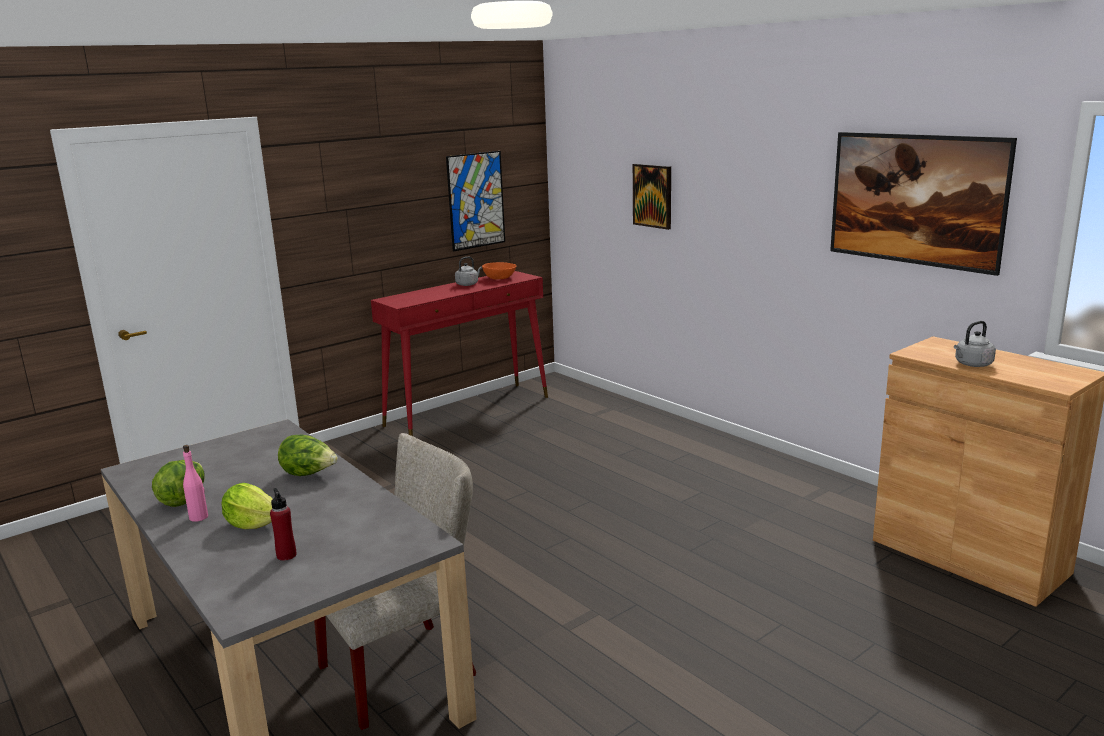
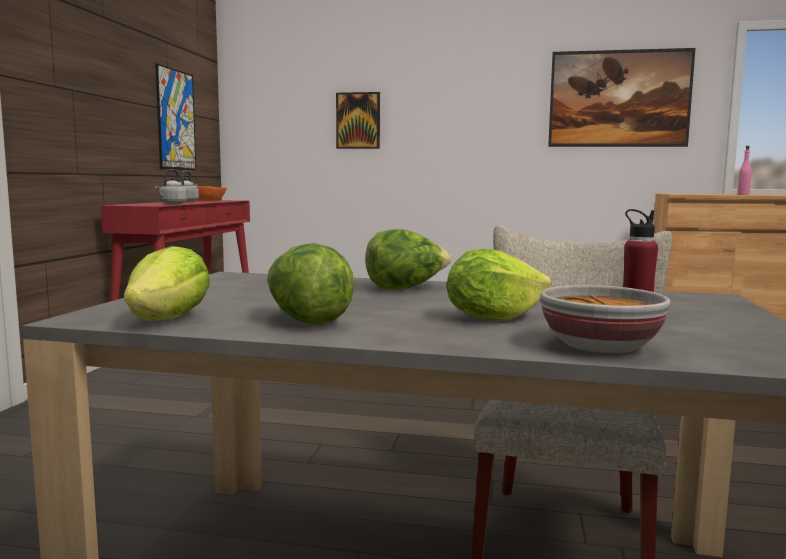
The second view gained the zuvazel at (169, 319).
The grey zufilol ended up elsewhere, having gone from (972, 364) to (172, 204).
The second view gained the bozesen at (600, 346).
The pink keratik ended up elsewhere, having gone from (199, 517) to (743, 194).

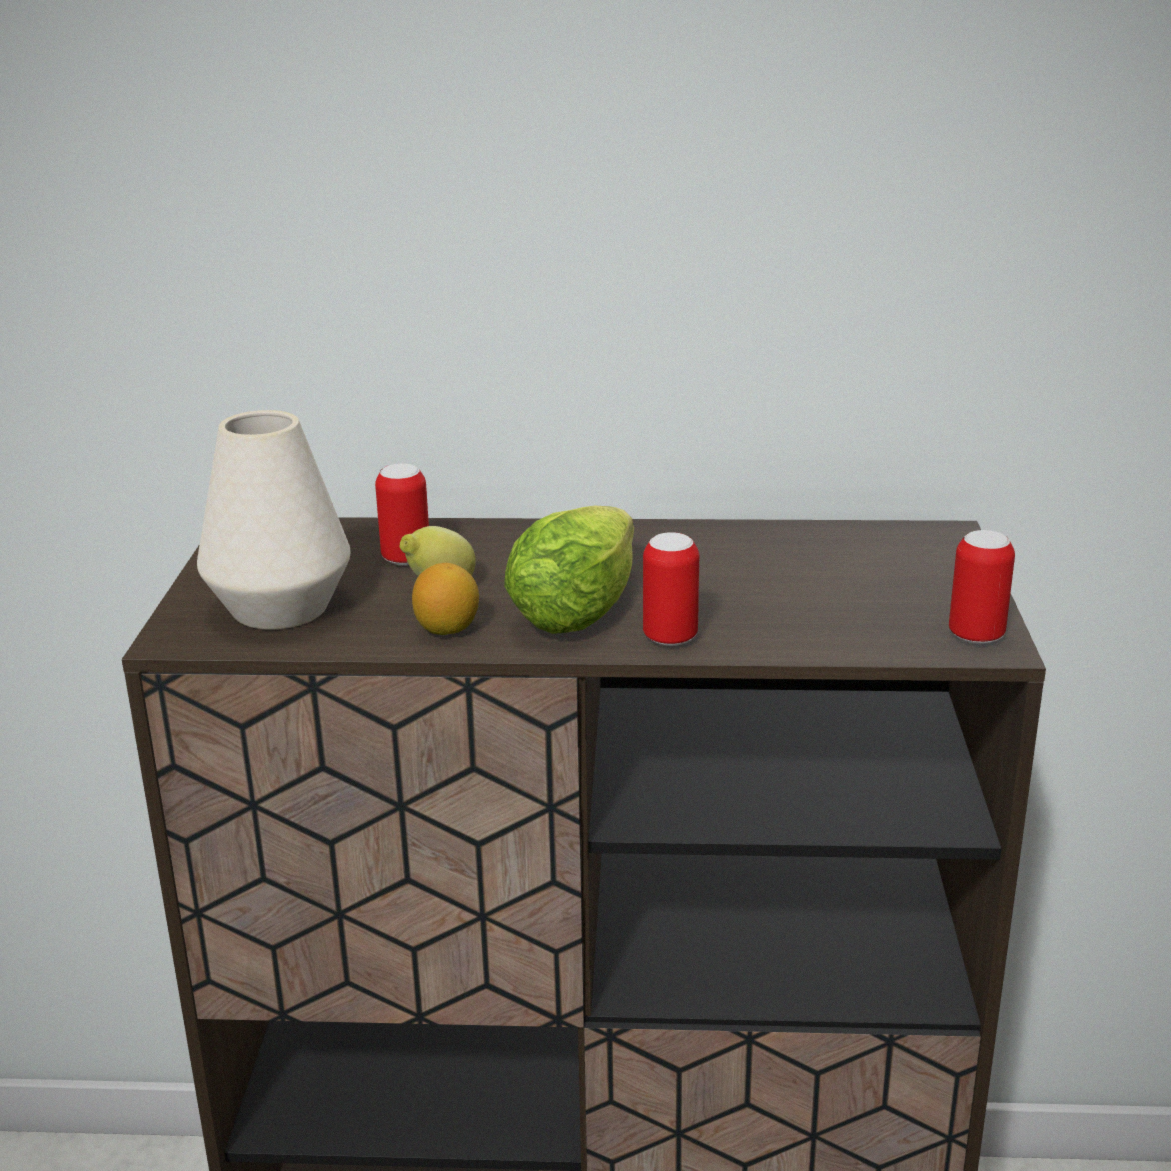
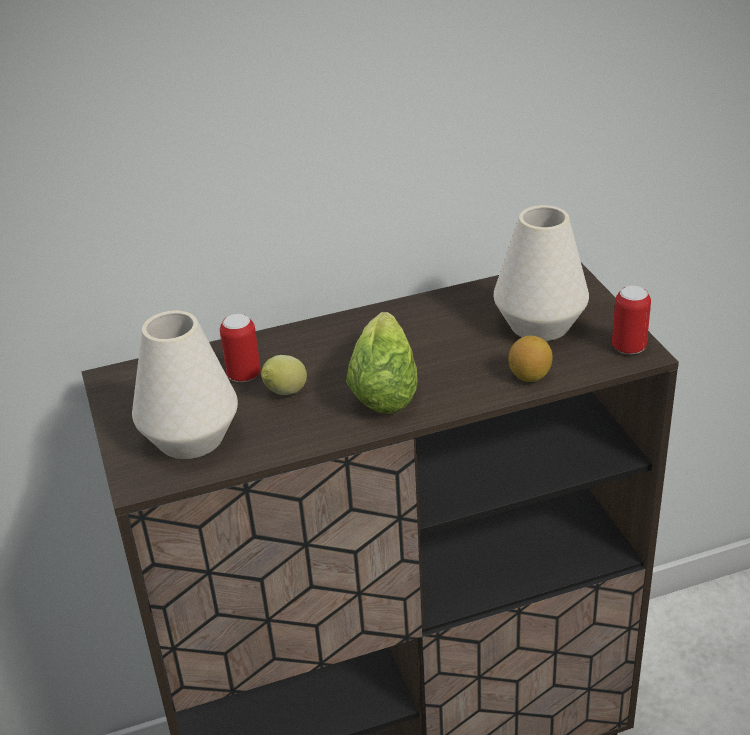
The second view gained the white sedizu at (540, 325).
The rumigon ended up elsewhere, having gone from (447, 629) to (529, 376).
The second view lost the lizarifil at (670, 638).

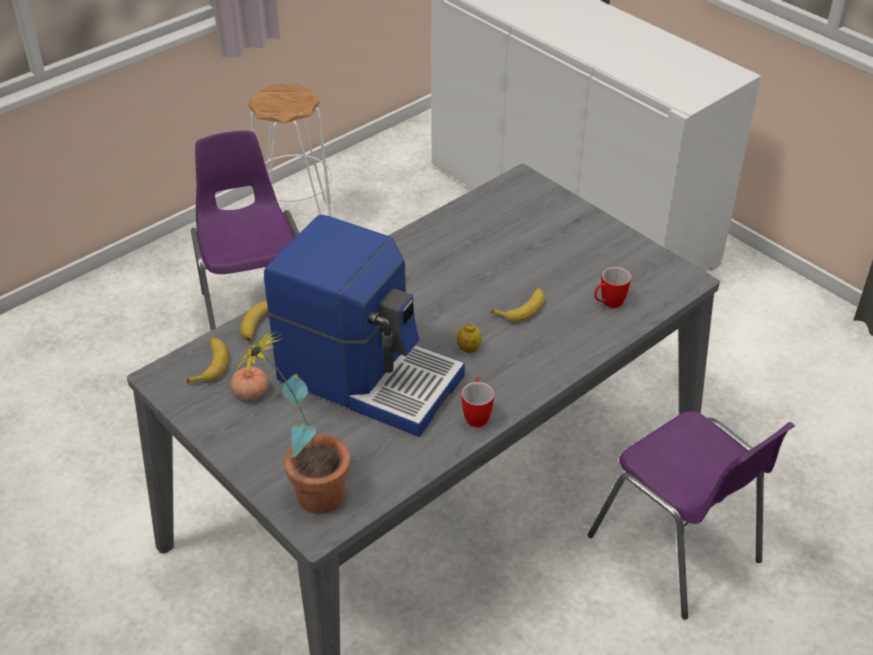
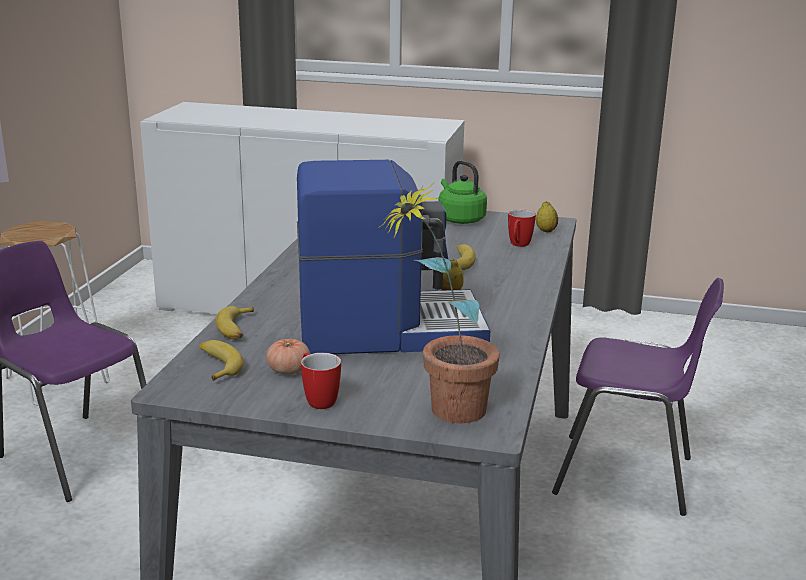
The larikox ended up elsewhere, having gone from (476, 415) to (317, 399).
The second view gained the green zufilol at (460, 219).
The second view gained the rumigon at (546, 231).

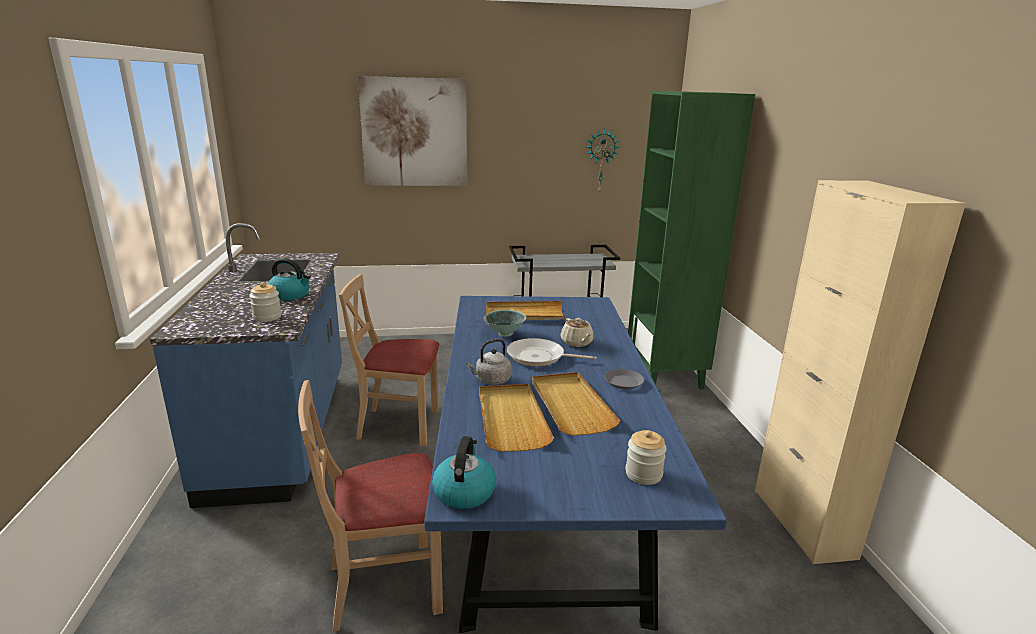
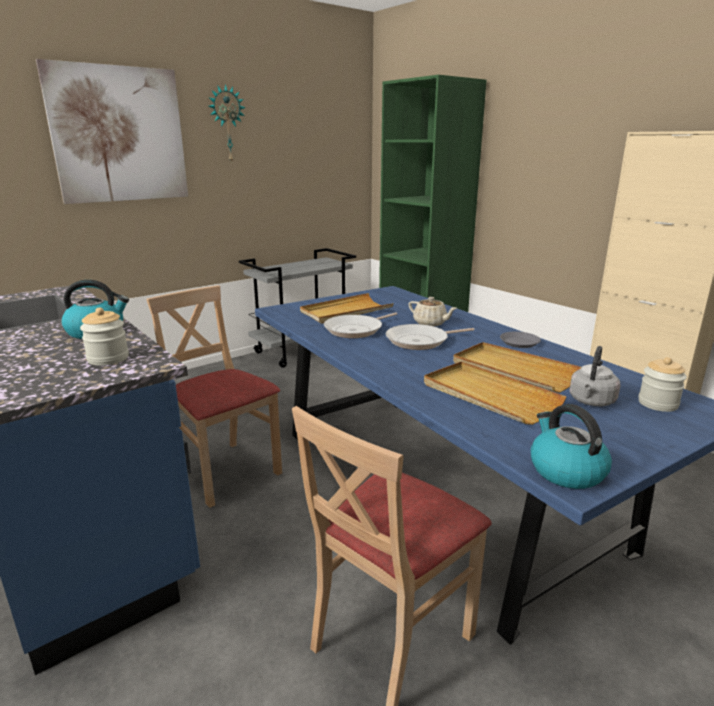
The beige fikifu at (399, 425) ended up facing another way, 75 degrees clockwise from before.
The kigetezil ended up elsewhere, having gone from (601, 161) to (227, 124).
Where the bozesen stood at (505, 333), the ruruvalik came to stand at (356, 330).
The grey zufilol ended up elsewhere, having gone from (491, 380) to (591, 401).

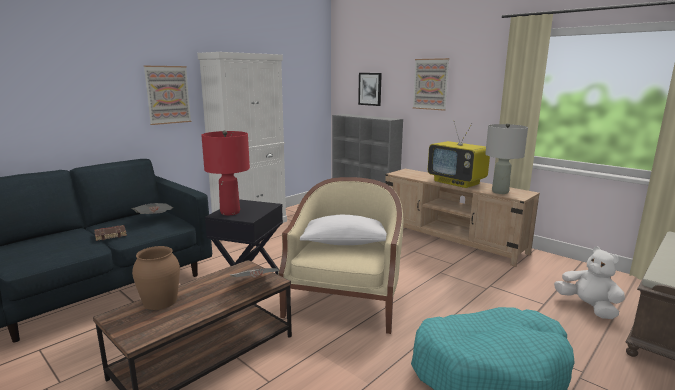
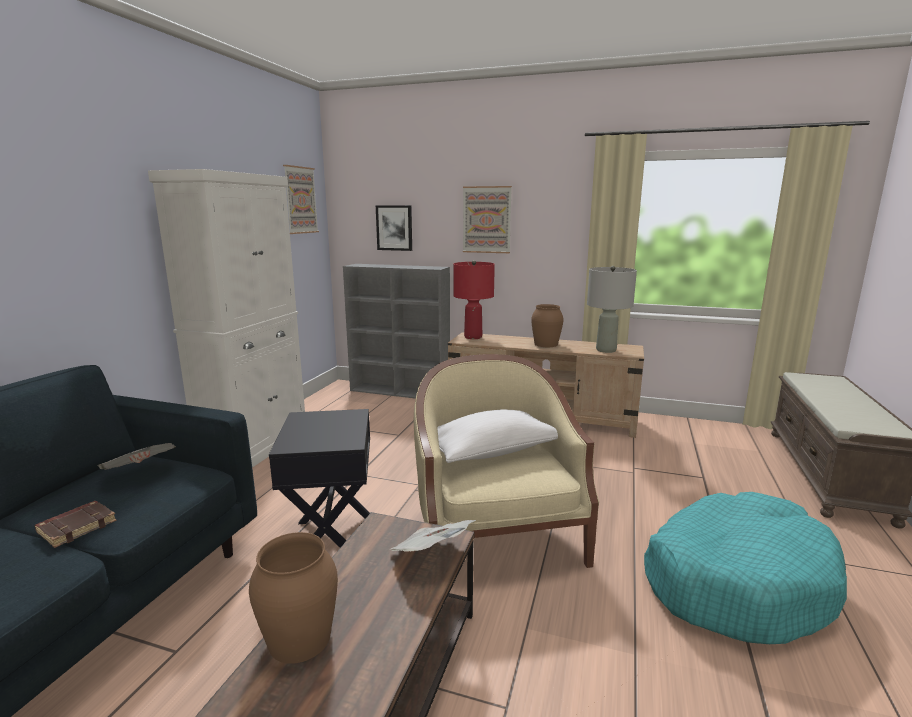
The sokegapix ended up elsewhere, having gone from (168, 95) to (300, 200).
The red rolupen ended up elsewhere, having gone from (230, 212) to (473, 337).
Where the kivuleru stood at (457, 182), the brown sedizu came to stand at (546, 344).
The second view lost the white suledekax at (588, 307).

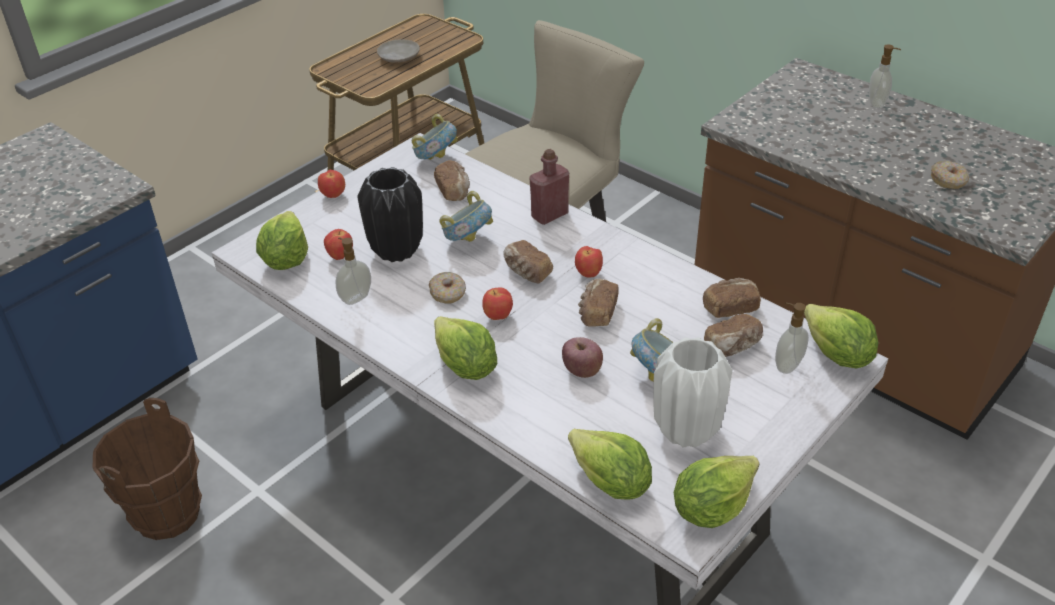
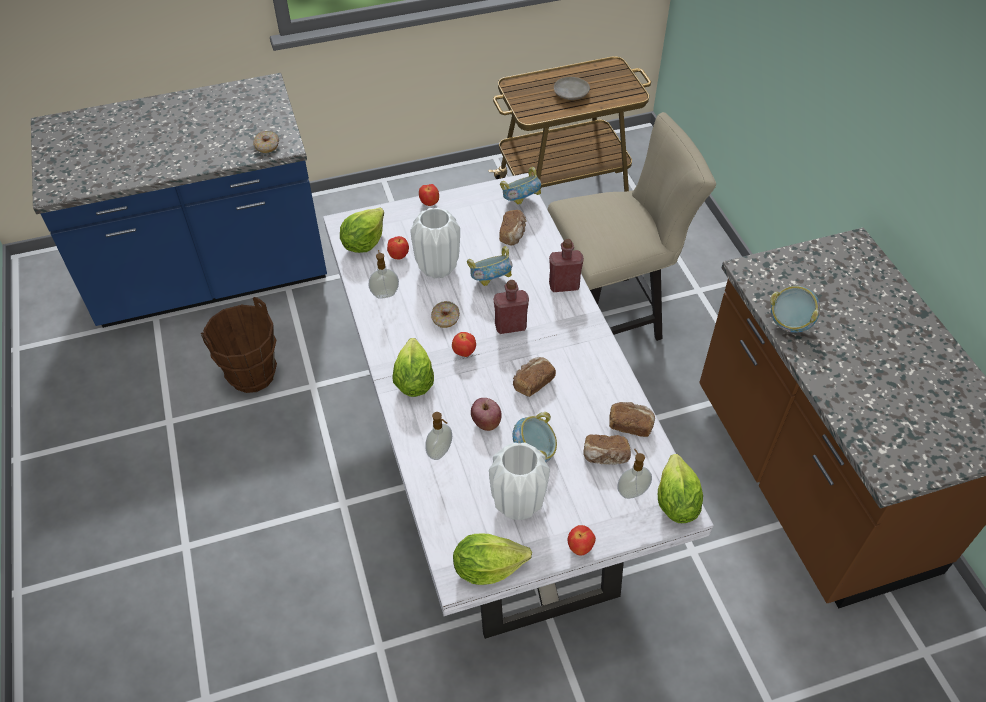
The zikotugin ended up elsewhere, having gone from (948, 180) to (267, 146).
What was the black sedizu at (397, 251) turned into the white sedizu at (437, 268).
The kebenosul ended up elsewhere, having gone from (877, 103) to (440, 452).
Where the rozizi stood at (526, 272), the red keratik came to stand at (510, 326).
The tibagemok ended up elsewhere, having gone from (589, 274) to (580, 548).
The second view gained the bozesen at (789, 323).
The second view lost the zuvazel at (610, 483).

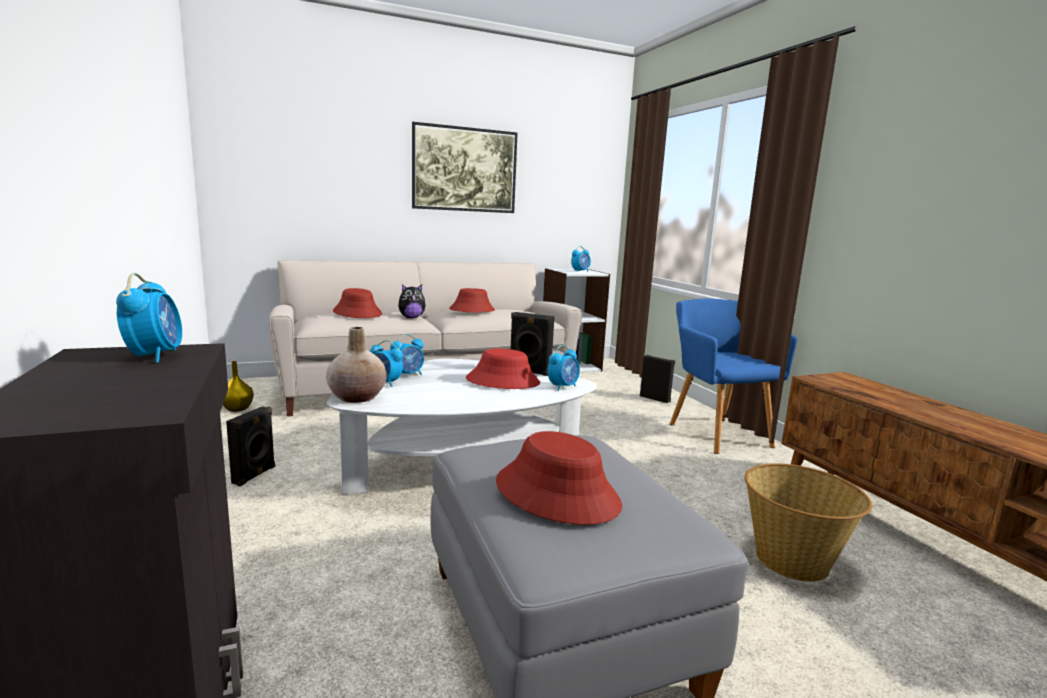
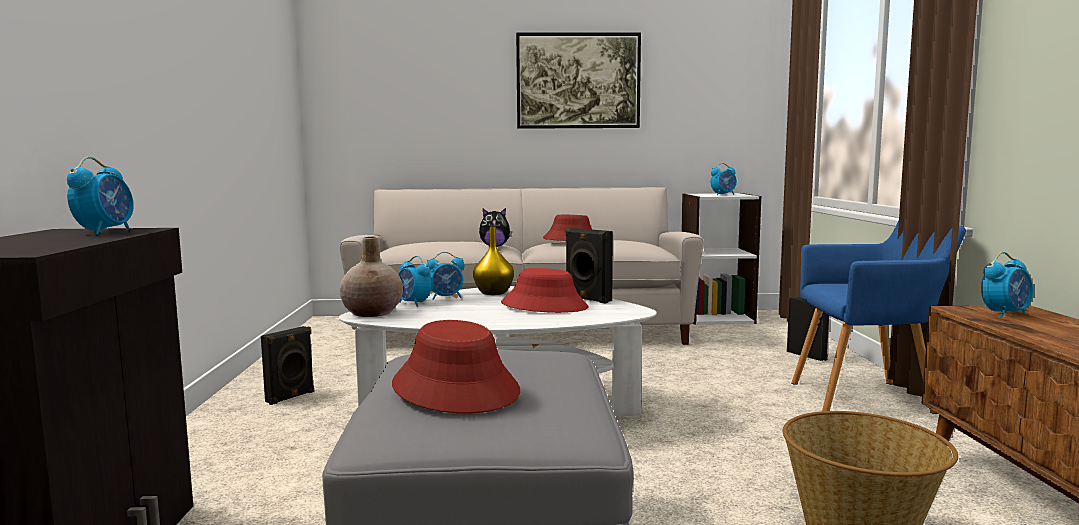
The yellow sedizu ended up elsewhere, having gone from (238, 409) to (494, 293).
The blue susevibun at (717, 433) ended up facing another way, 90 degrees clockwise from before.
The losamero ended up elsewhere, having gone from (563, 387) to (1005, 313).
The second view lost the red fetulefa at (357, 313).

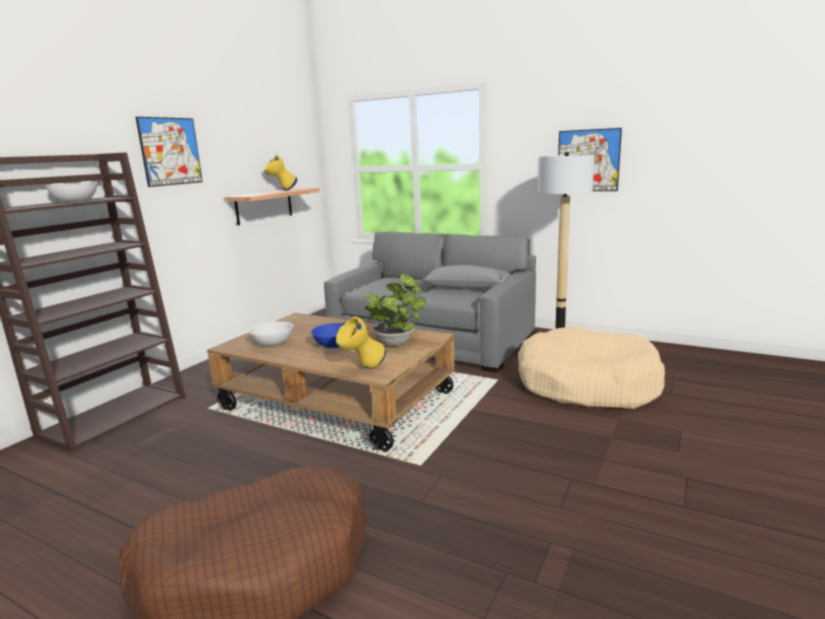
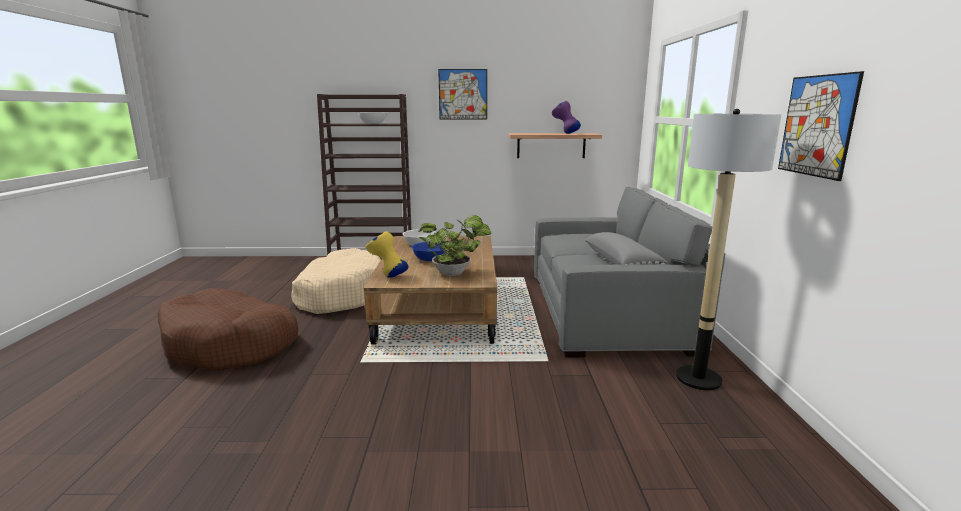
The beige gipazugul ended up elsewhere, having gone from (586, 384) to (340, 294).
What was the yellow sedizu at (282, 190) turned into the purple sedizu at (565, 133).

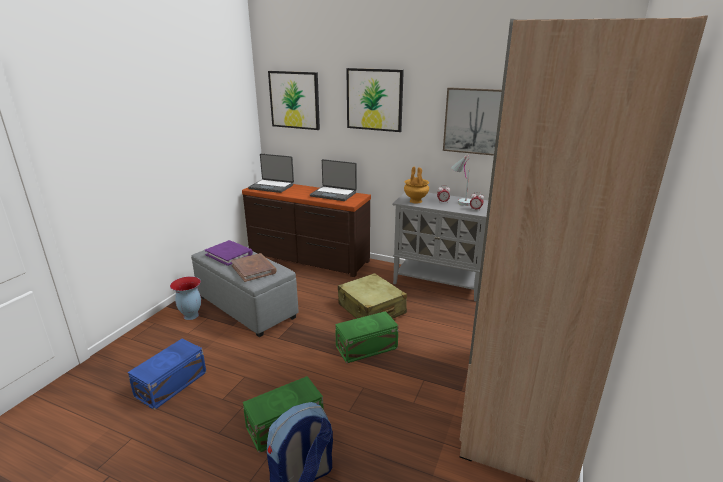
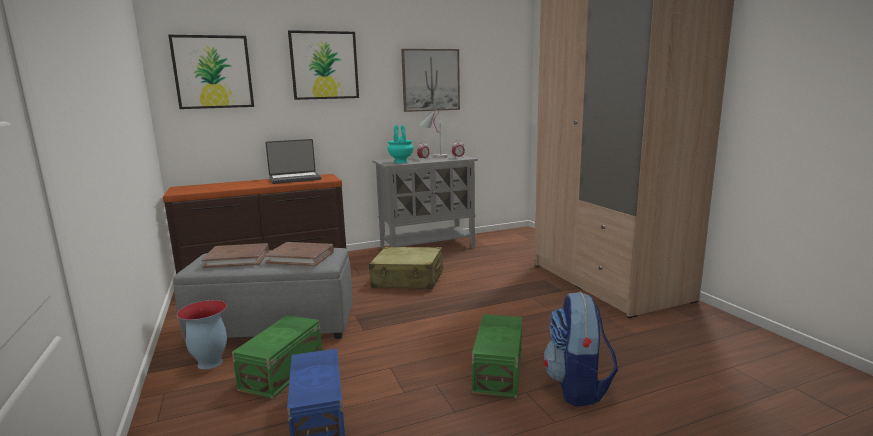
What was the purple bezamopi at (229, 254) turned into the brown bezamopi at (237, 258).
The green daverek ended up elsewhere, having gone from (367, 348) to (284, 371).
What was the brown sedizu at (415, 201) turned into the turquoise sedizu at (400, 162).
The second view lost the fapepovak at (272, 186).

